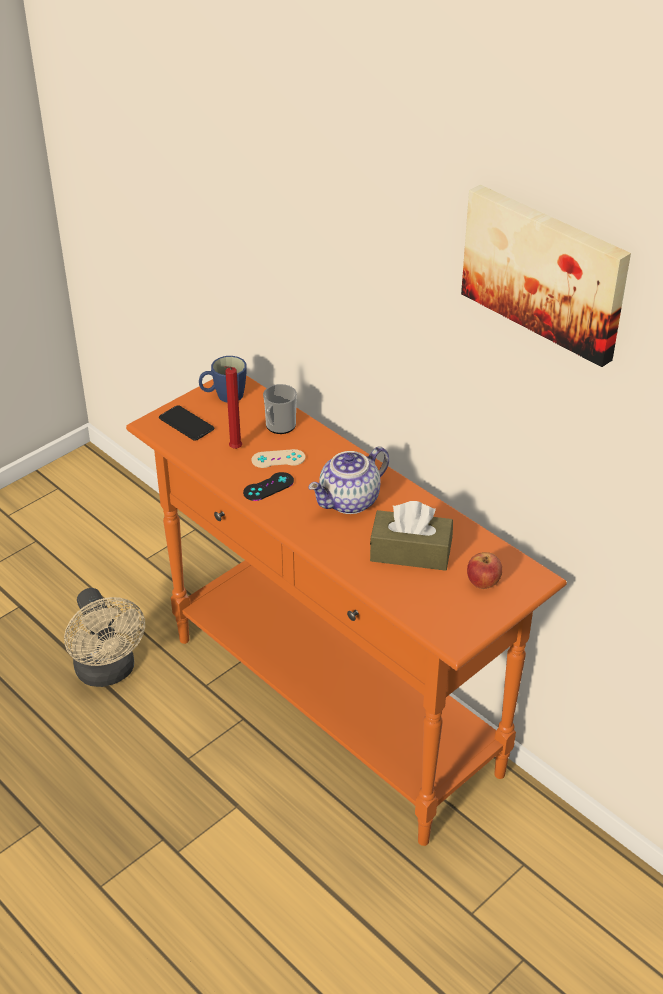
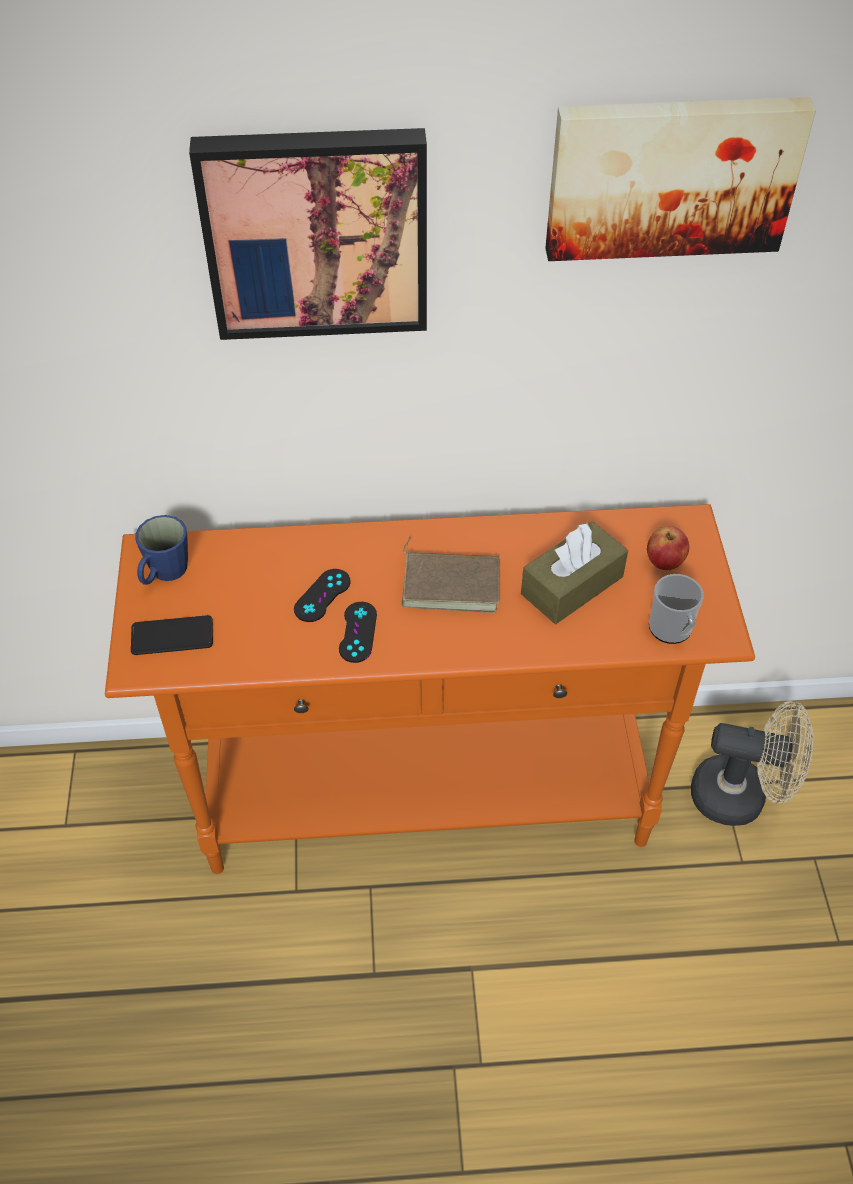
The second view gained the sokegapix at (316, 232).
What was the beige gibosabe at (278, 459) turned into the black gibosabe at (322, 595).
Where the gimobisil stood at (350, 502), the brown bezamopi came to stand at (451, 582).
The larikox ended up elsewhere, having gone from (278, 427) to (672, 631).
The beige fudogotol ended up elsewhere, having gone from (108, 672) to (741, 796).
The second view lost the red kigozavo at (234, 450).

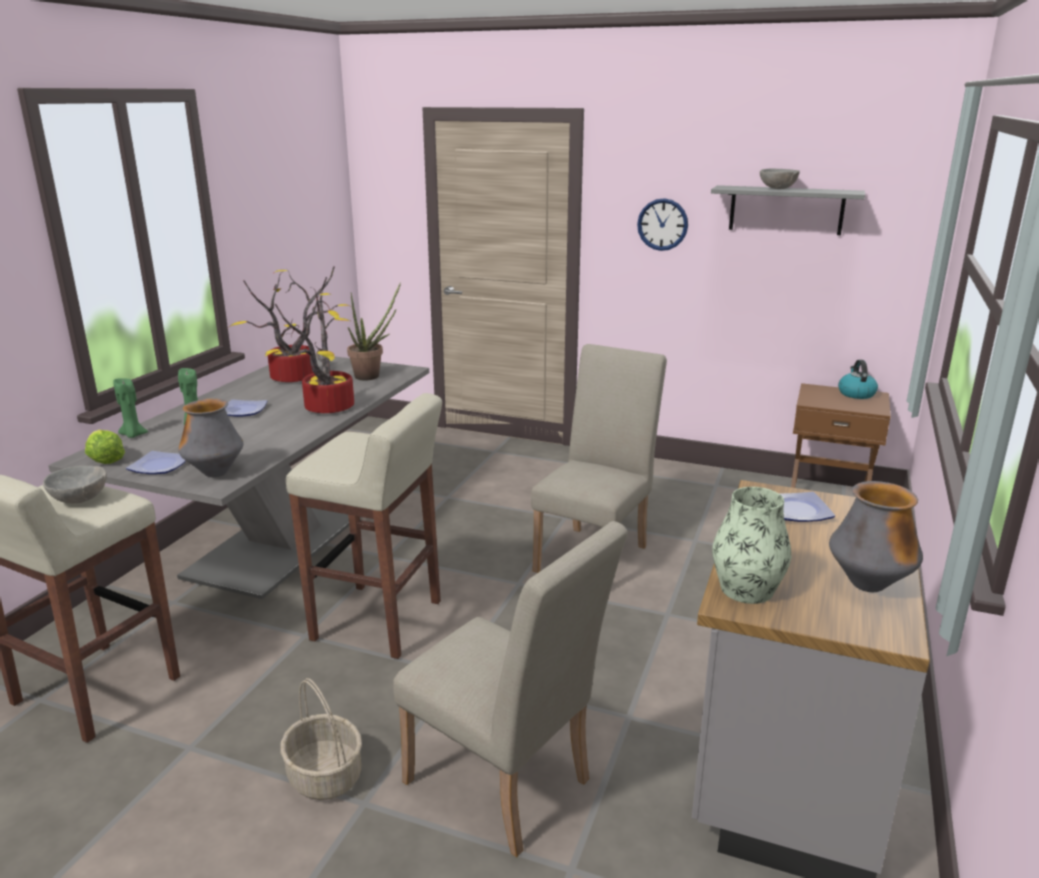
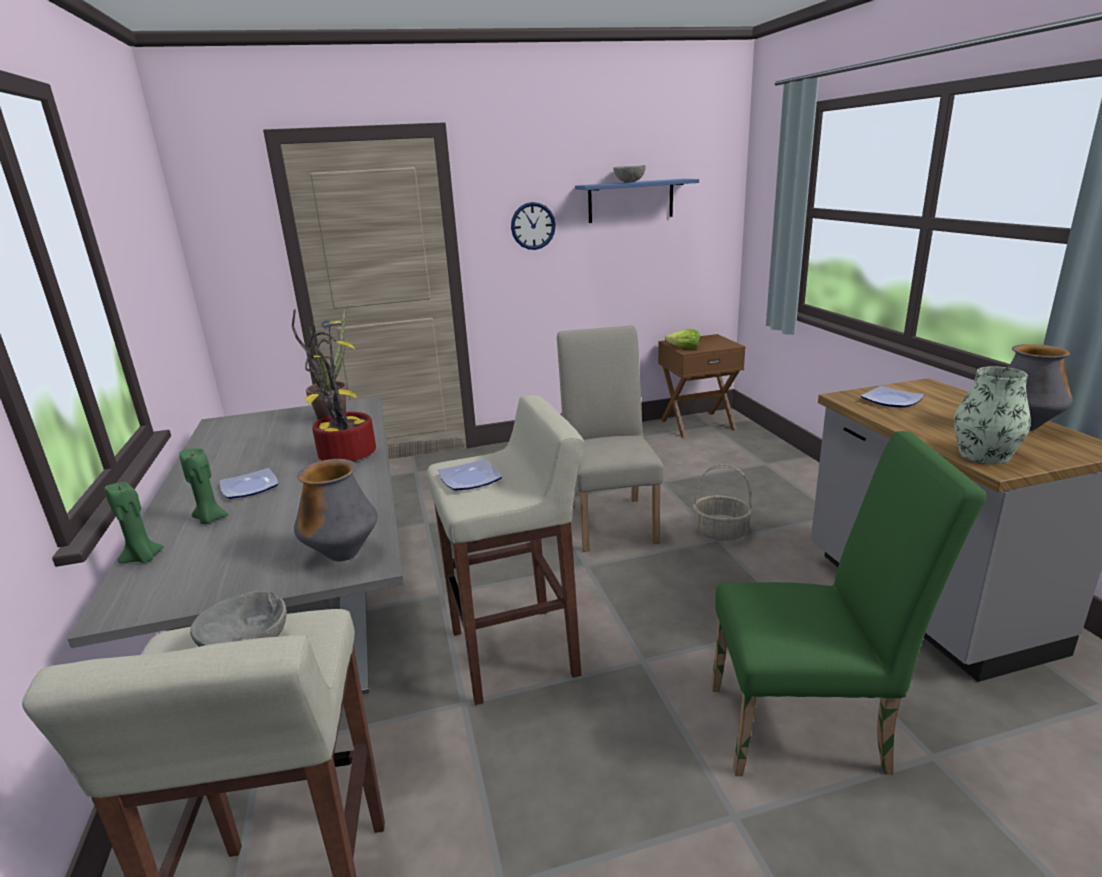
The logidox ended up elsewhere, having gone from (161, 466) to (471, 478).
What was the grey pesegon at (786, 210) turned into the blue pesegon at (631, 201).
The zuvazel ended up elsewhere, having gone from (105, 459) to (684, 348).
The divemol ended up elsewhere, having gone from (326, 776) to (721, 531).
What was the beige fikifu at (506, 789) turned into the green fikifu at (810, 727).
The second view lost the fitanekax at (292, 379).
The second view lost the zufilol at (856, 393).

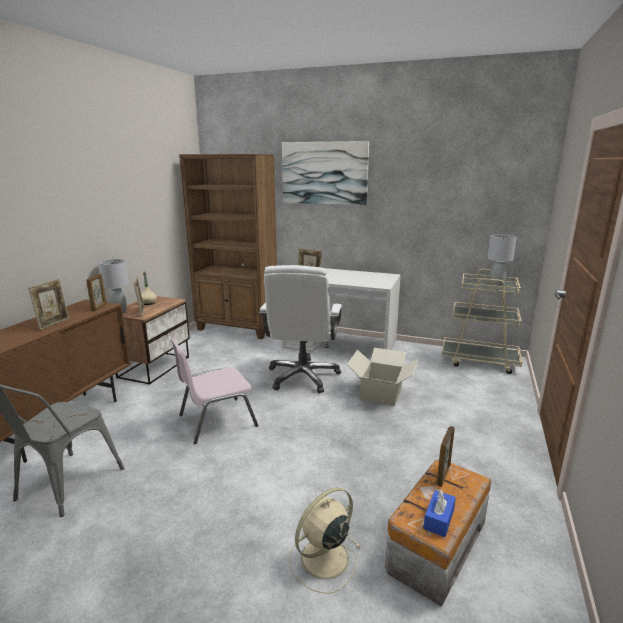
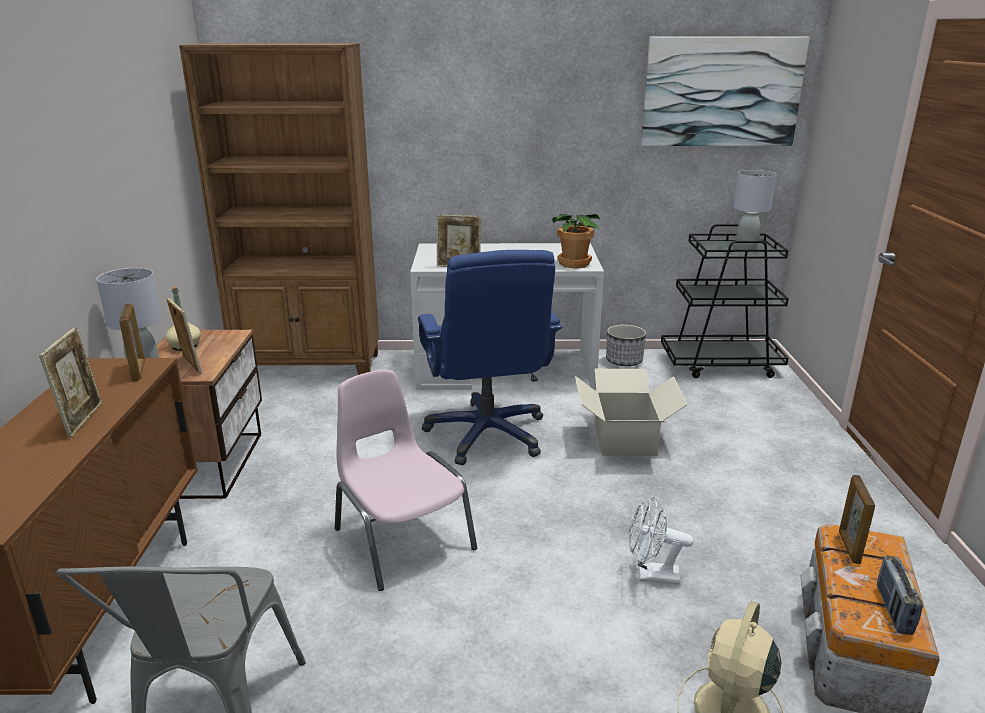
The pink fikifu at (216, 420) ended up facing another way, 105 degrees clockwise from before.
What was the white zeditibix at (303, 376) turned into the blue zeditibix at (487, 434).
The second view gained the fitanekax at (574, 263).
The second view gained the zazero at (624, 361).
The second view gained the white fudogotol at (651, 575).
The sokegapix ended up elsewhere, having gone from (324, 173) to (721, 92).
What was the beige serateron at (479, 361) turned into the black serateron at (720, 364).
Where the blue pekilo stood at (439, 519), the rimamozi came to stand at (893, 610).

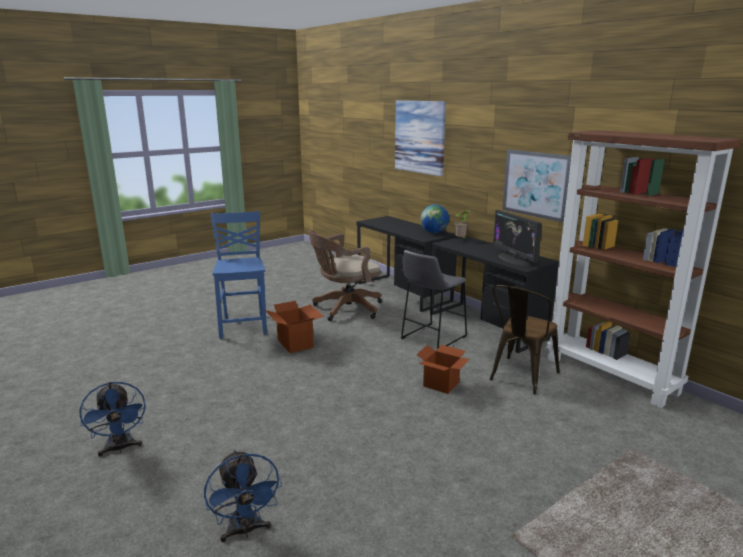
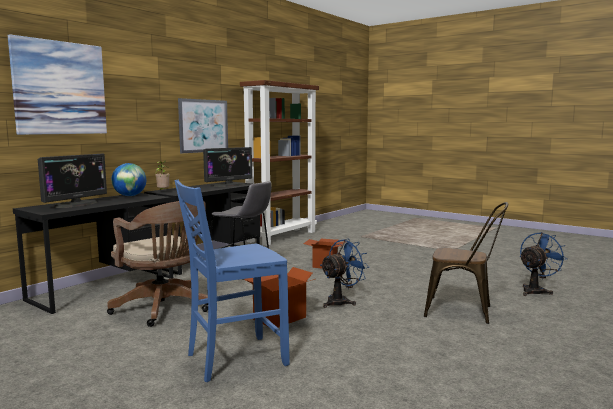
The second view gained the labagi at (76, 204).
The blue fudogotol ended up elsewhere, having gone from (120, 448) to (341, 301).
The brown fikifu ended up elsewhere, having gone from (520, 377) to (464, 311).

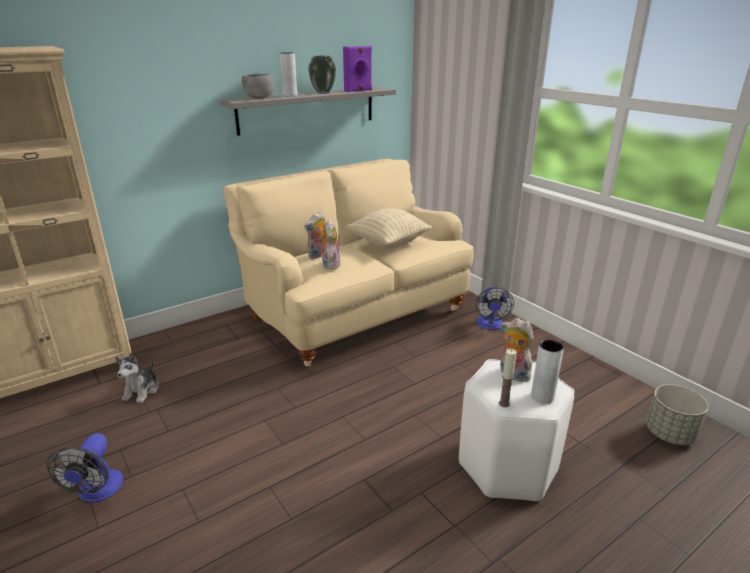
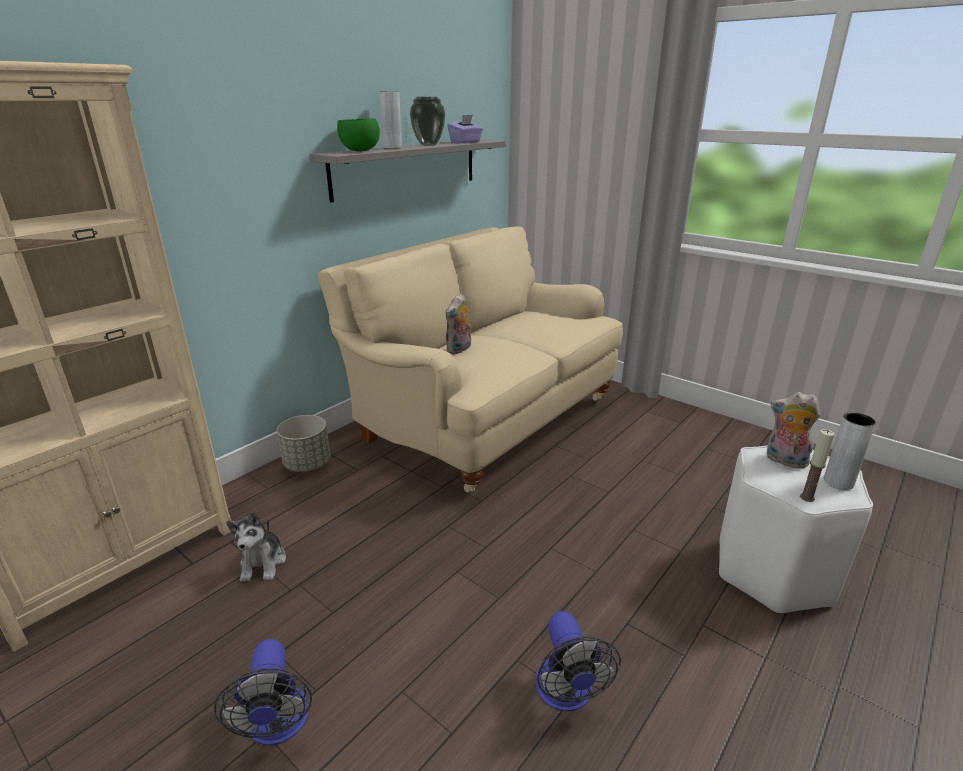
The grey zazero ended up elsewhere, having gone from (669, 434) to (307, 464).
What was the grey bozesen at (258, 98) turned into the green bozesen at (359, 151).
Where the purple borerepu stood at (358, 90), the purple pekilo came to stand at (465, 142).
The fudogotol ended up elsewhere, having gone from (490, 325) to (567, 694).
The second view lost the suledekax at (329, 264).
The second view lost the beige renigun at (388, 243).

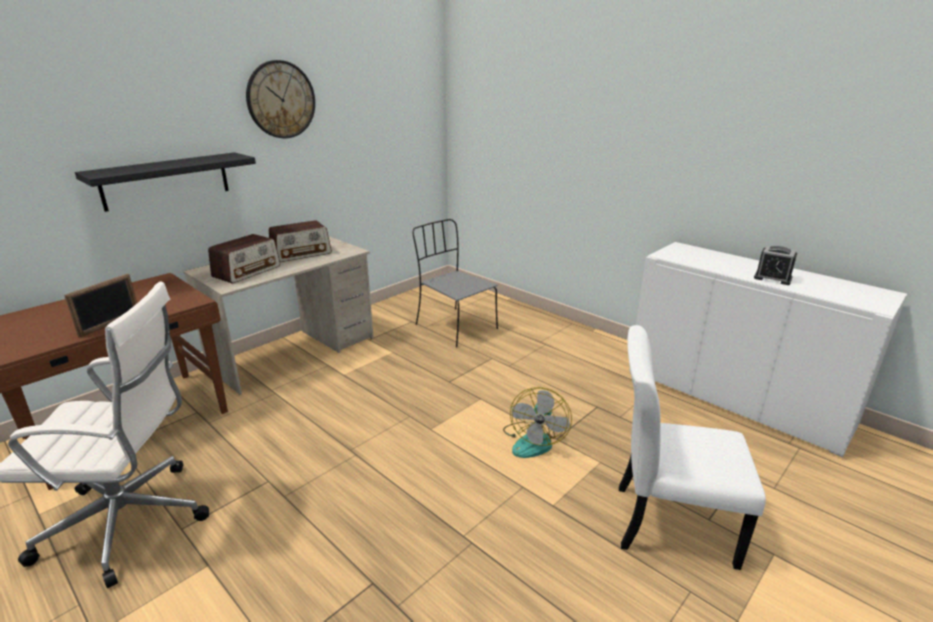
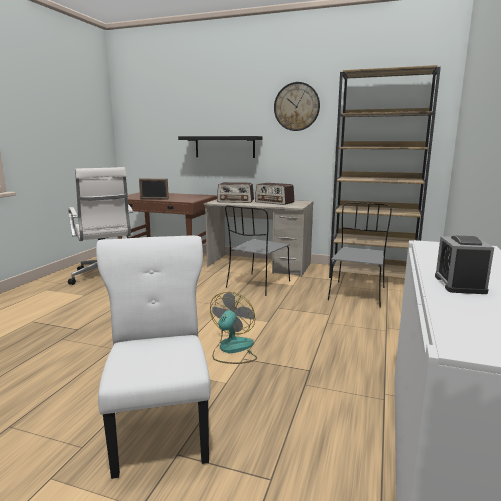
The fudogotol at (534, 440) ended up facing another way, 120 degrees clockwise from before.
The second view gained the grey fikifu at (257, 285).
The second view gained the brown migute at (372, 275).

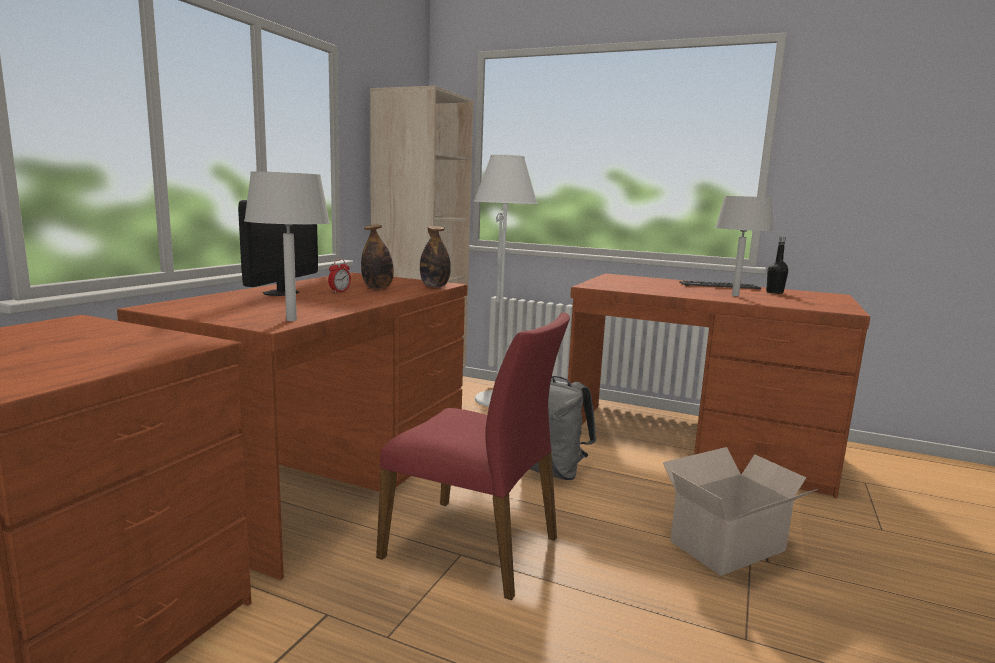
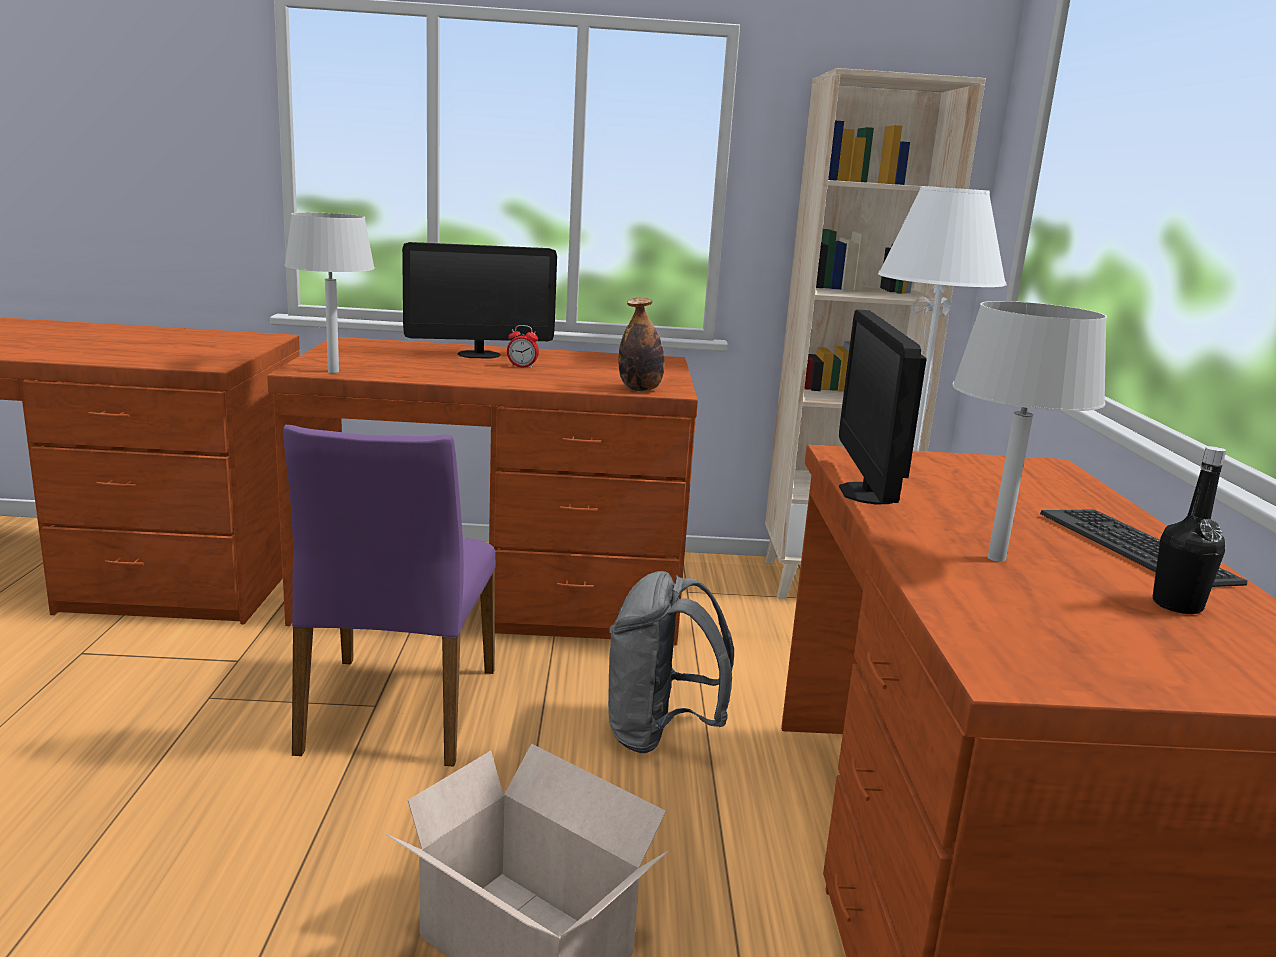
What was the red fikifu at (473, 546) turned into the purple fikifu at (397, 710).
The second view gained the labagi at (868, 493).
The second view lost the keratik at (377, 288).

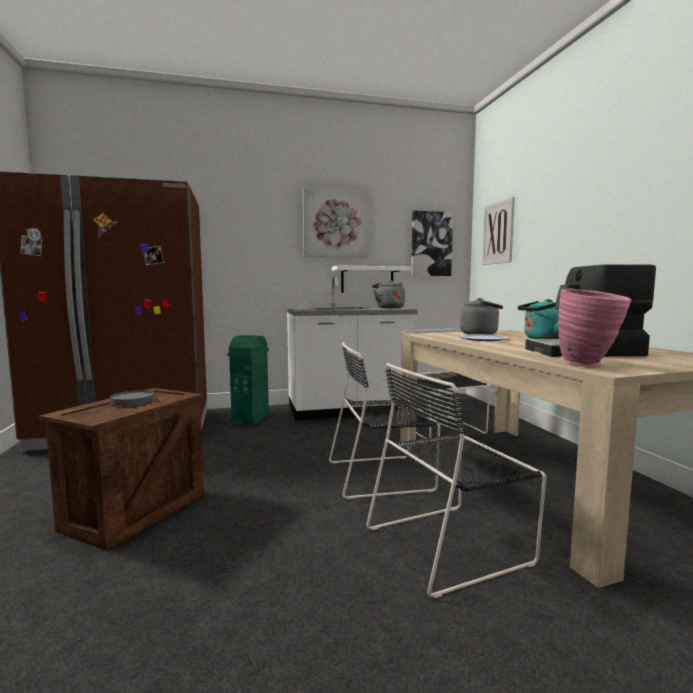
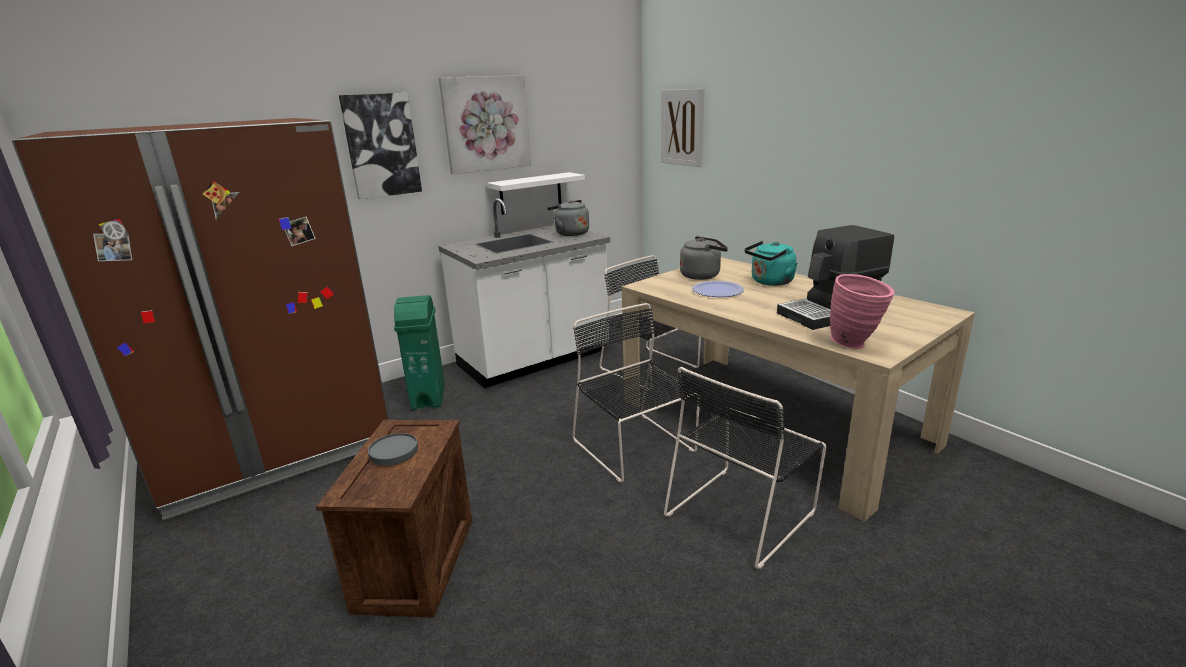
The sokegapix ended up elsewhere, having gone from (431, 244) to (381, 145).
The black fikifu at (383, 475) ended up facing another way, 90 degrees clockwise from before.

